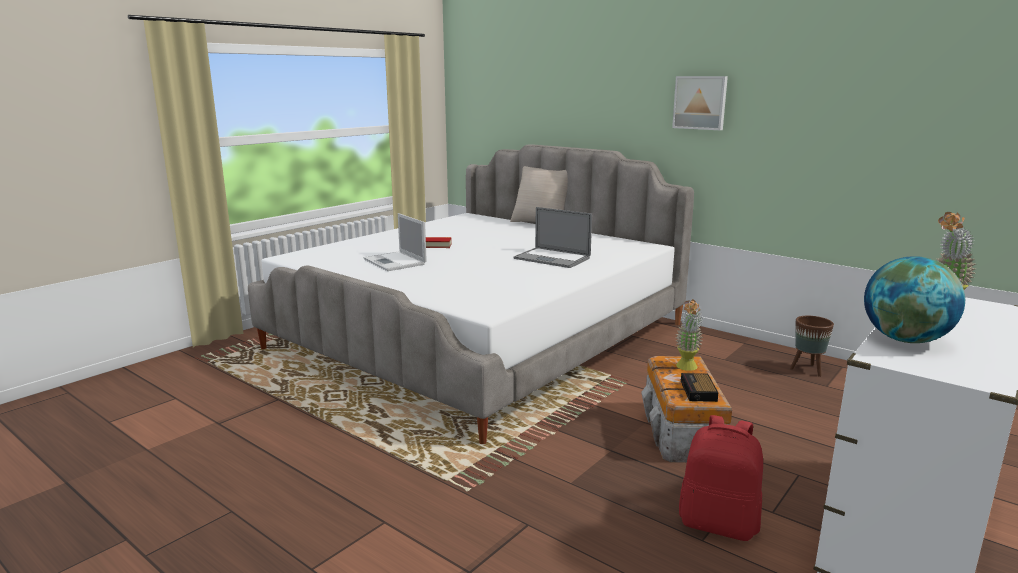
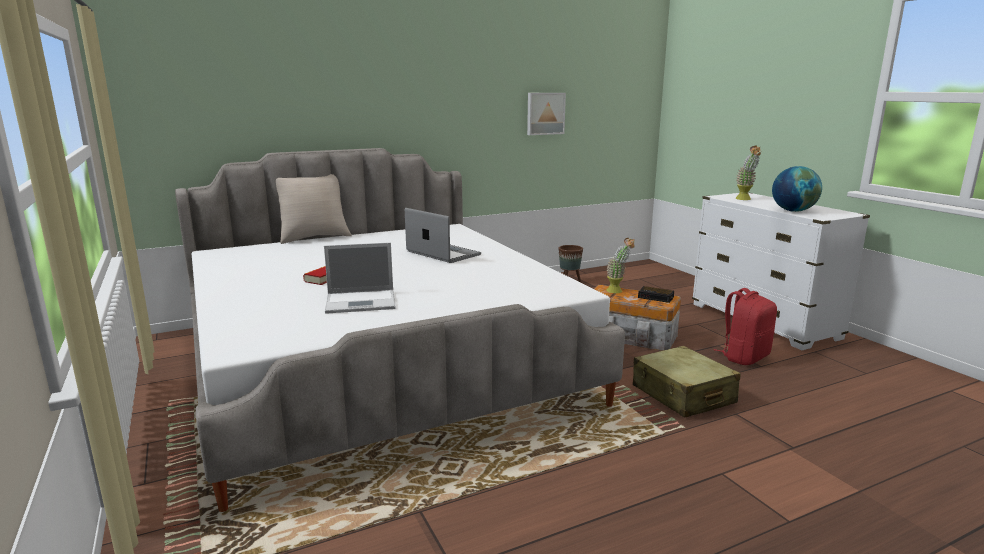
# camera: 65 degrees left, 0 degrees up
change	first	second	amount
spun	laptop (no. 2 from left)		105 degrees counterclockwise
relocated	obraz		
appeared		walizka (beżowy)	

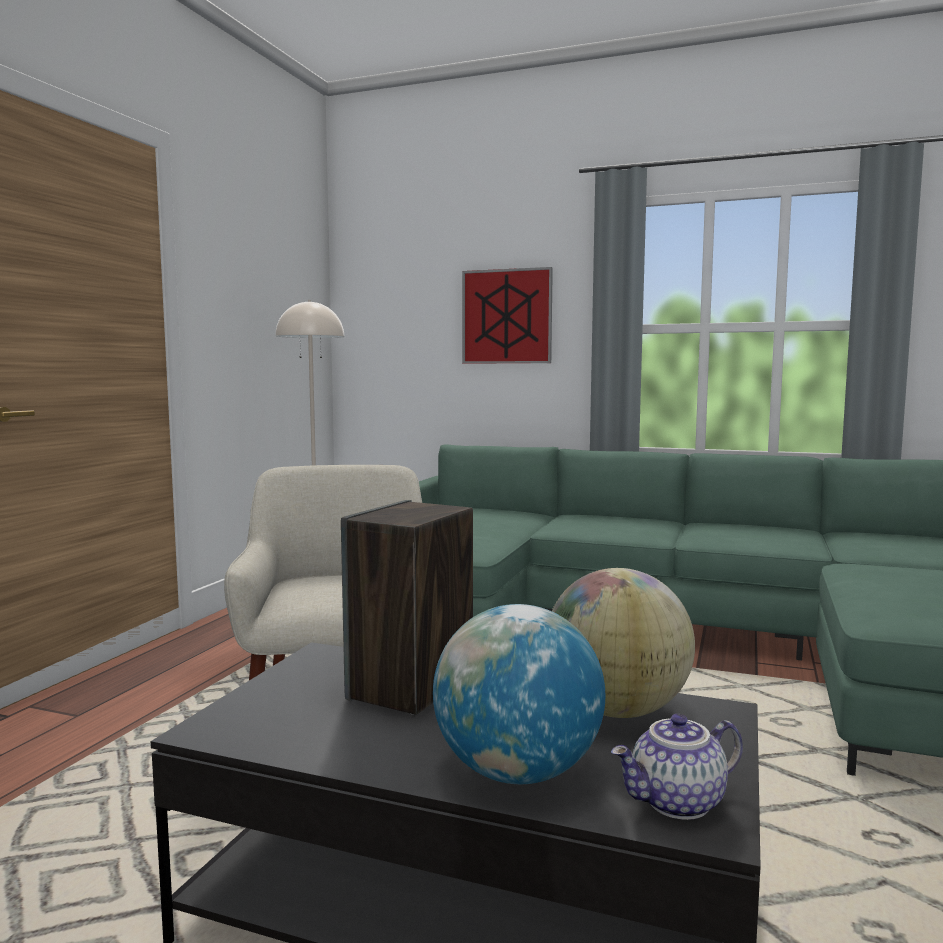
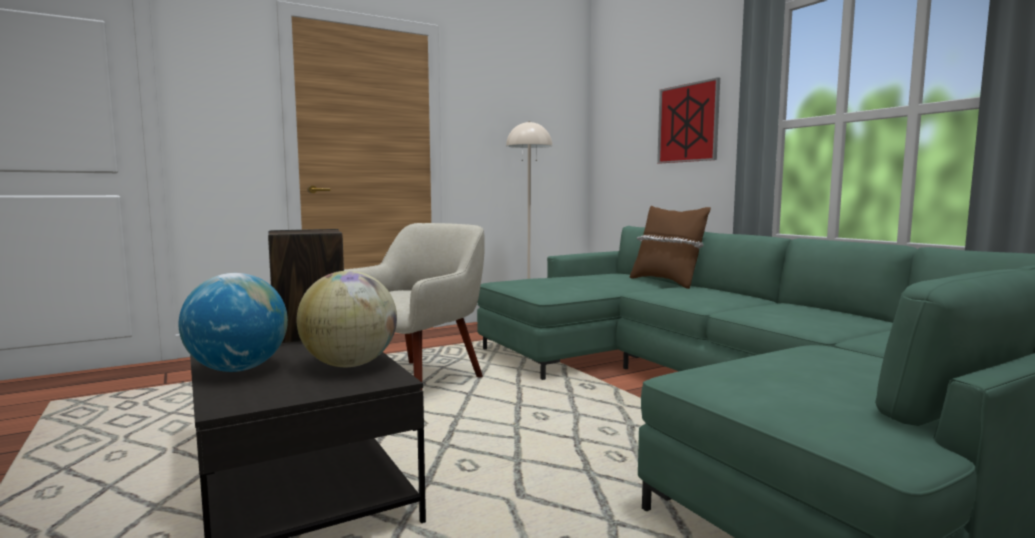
# camera: 40 degrees right, 0 degrees up
change	first	second	amount
missing	imbryk		
appeared		poduszka (brązowy)	

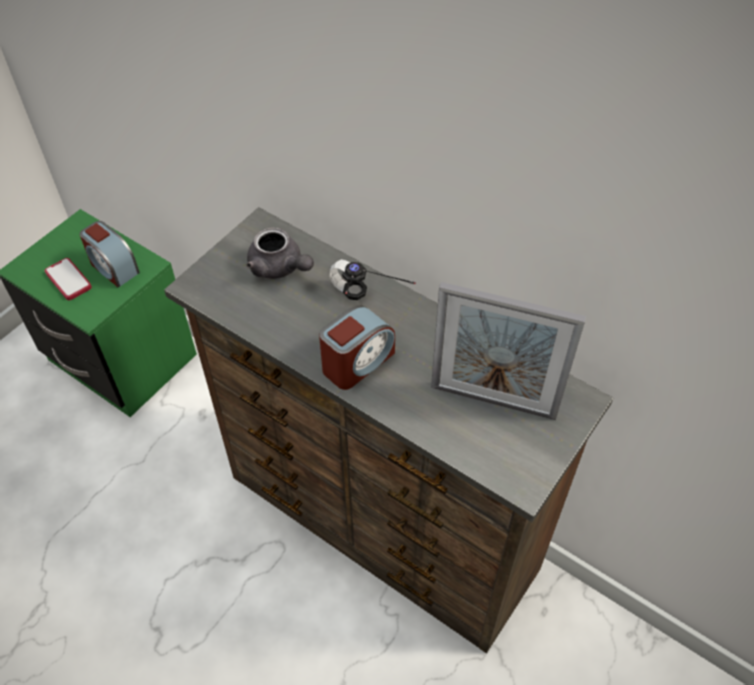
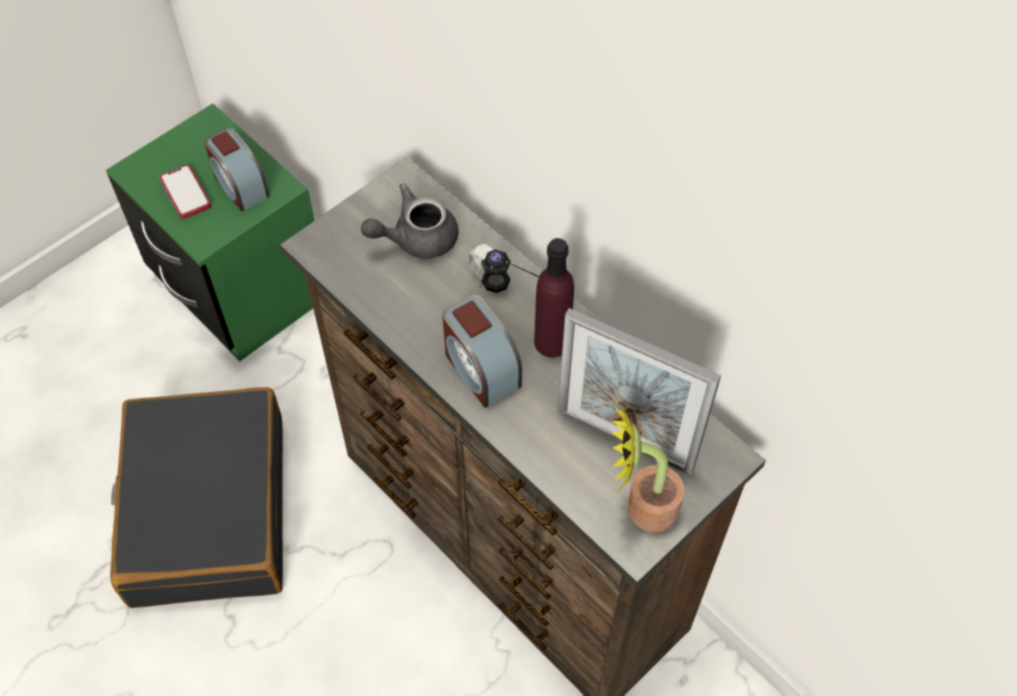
# camera: 10 degrees right, 5 degrees up
change	first	second	amount
spun	imbryk (szary)		105 degrees clockwise
spun	budzik (no. 2 from left)		90 degrees clockwise
appeared		walizka (czarny)	
appeared		butelka (fioletowy)	
appeared		roślina doniczkowa	

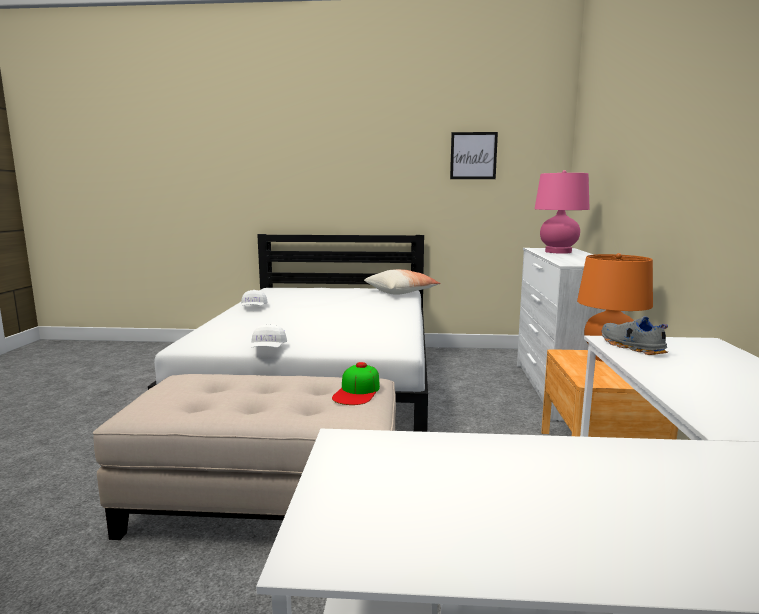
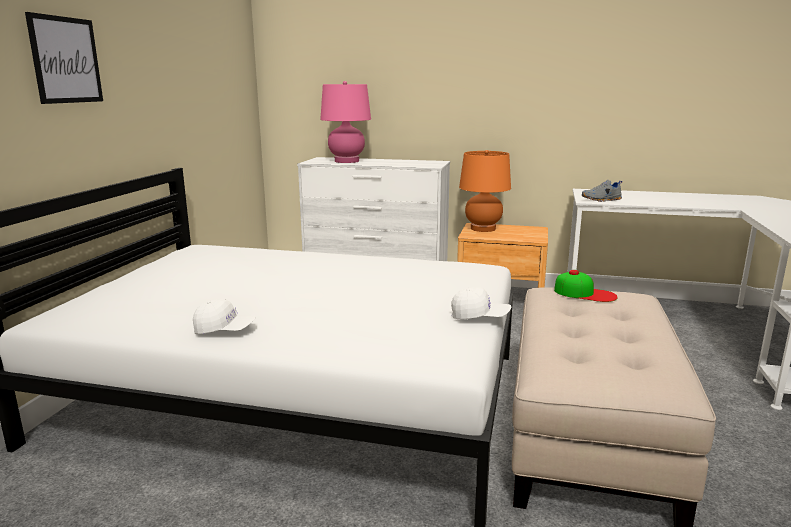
# camera: 80 degrees left, 5 degrees up
change	first	second	amount
missing	poduszka		
relocated	obraz		

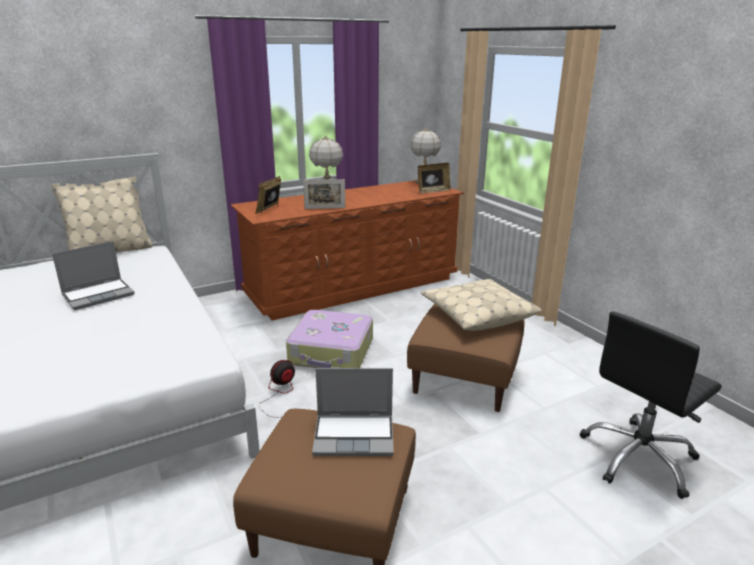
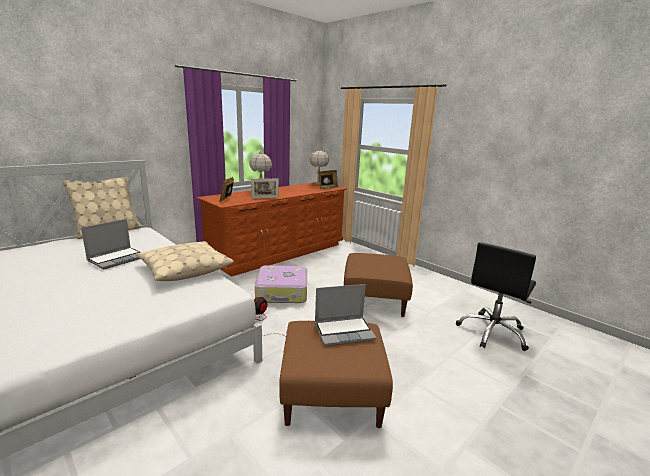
# camera: 15 degrees left, 5 degrees down
change	first	second	amount
relocated	poduszka (beżowy) (no. 2 from left)		

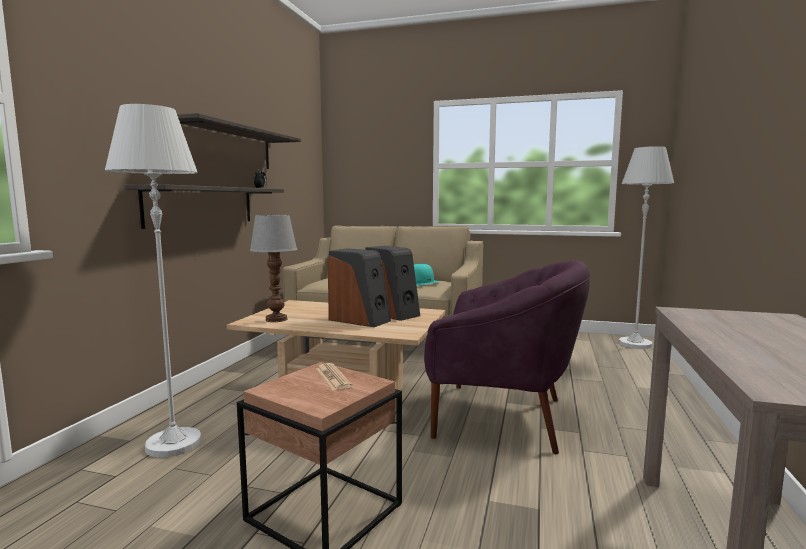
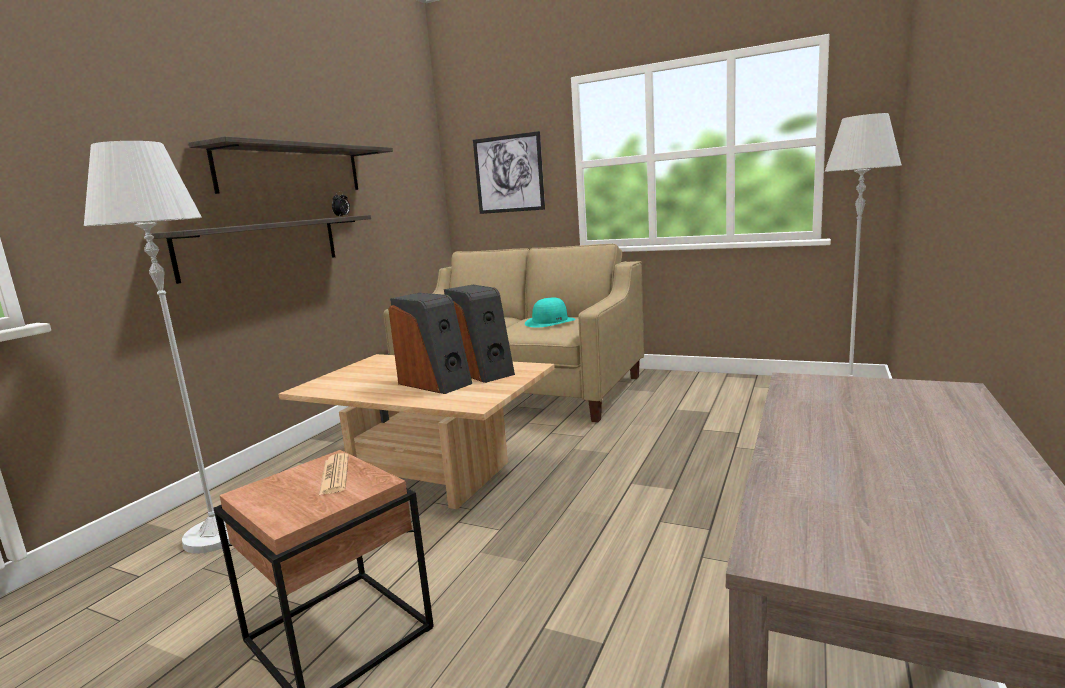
# camera: 10 degrees right, 5 degrees up
change	first	second	amount
missing	lampa stołowa		
missing	fotel (fioletowy)		
appeared		obraz	

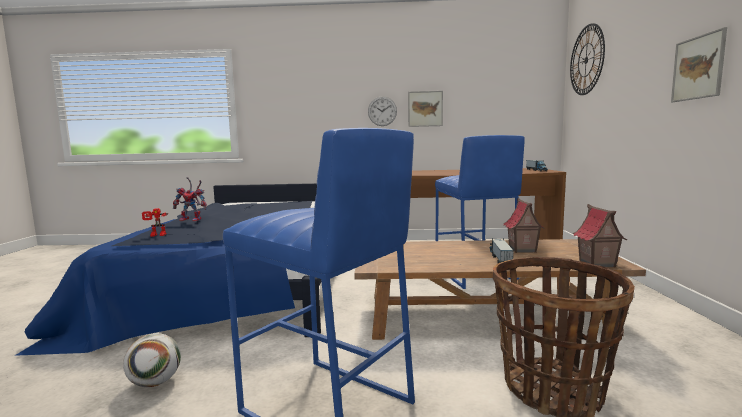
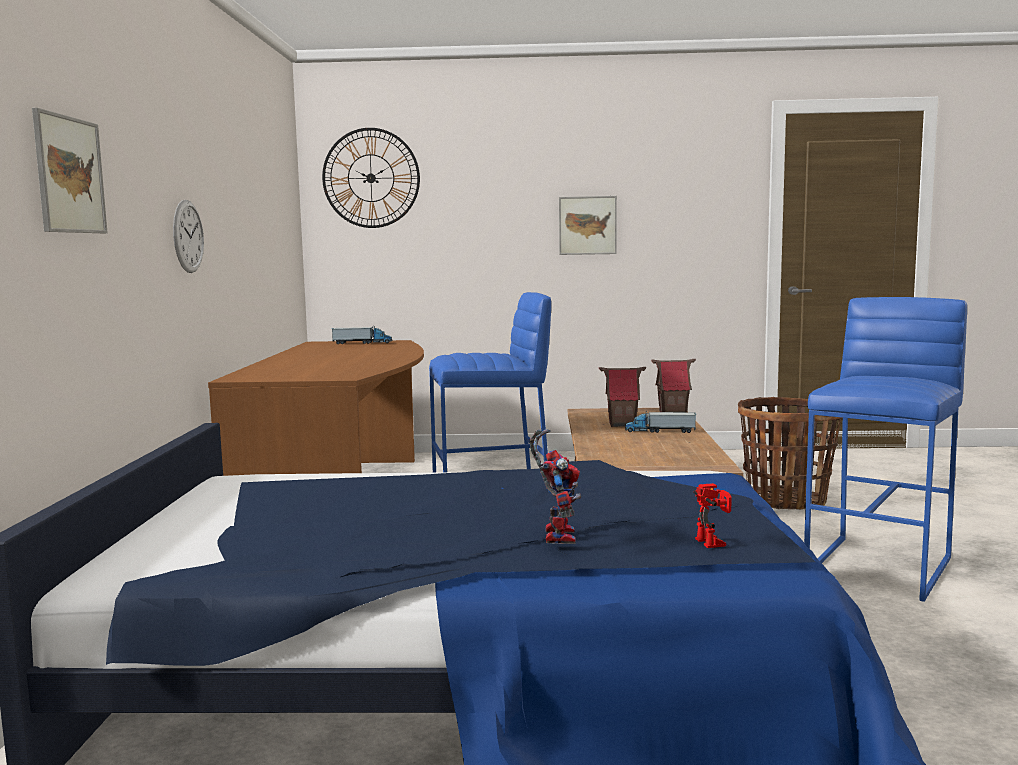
# camera: 90 degrees left, 0 degrees up
change	first	second	amount
missing	piłka futbolowa		
relocated	obraz (no. 1 from left)		

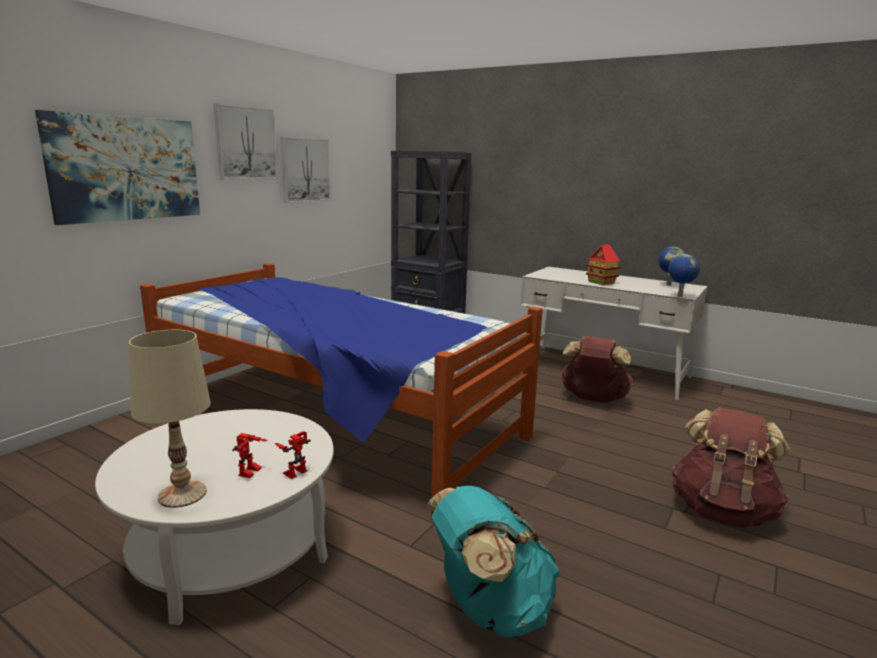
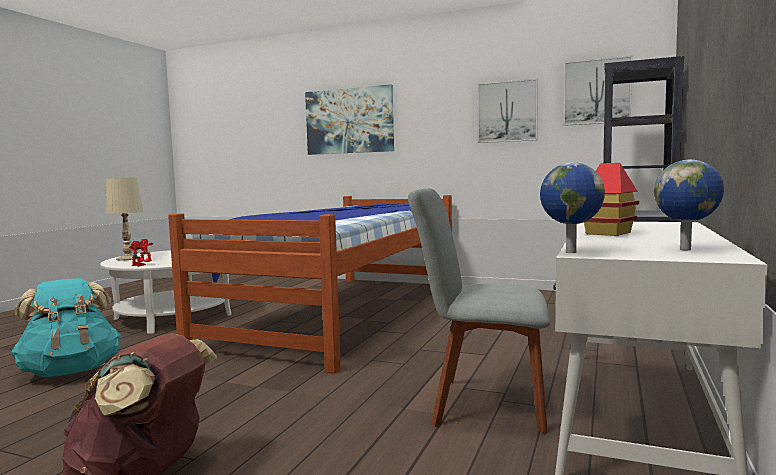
# camera: 80 degrees right, 10 degrees down
change	first	second	amount
relocated	obraz (no. 2 from left in the first image)	obraz (no. 3 from left)	
exchanged	plecak (brązowy) (no. 1 from left)	krzesło (szary)	

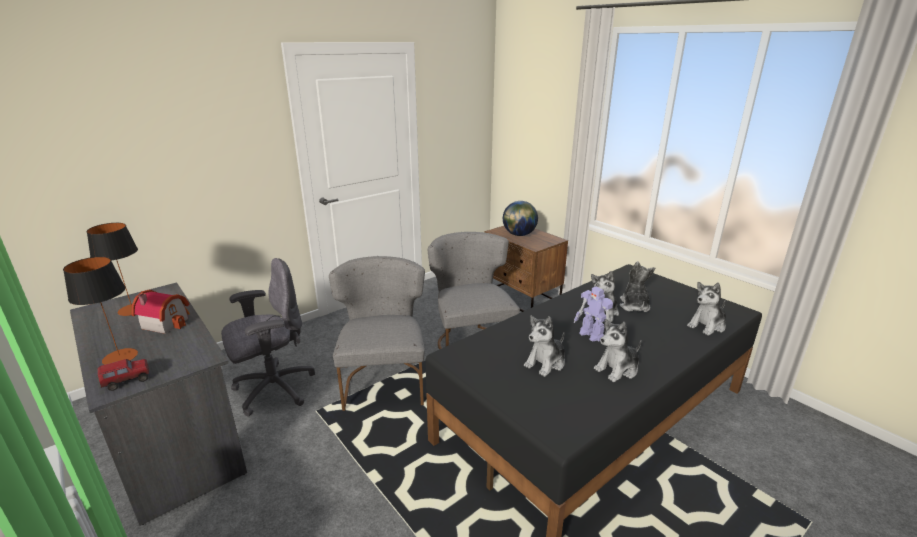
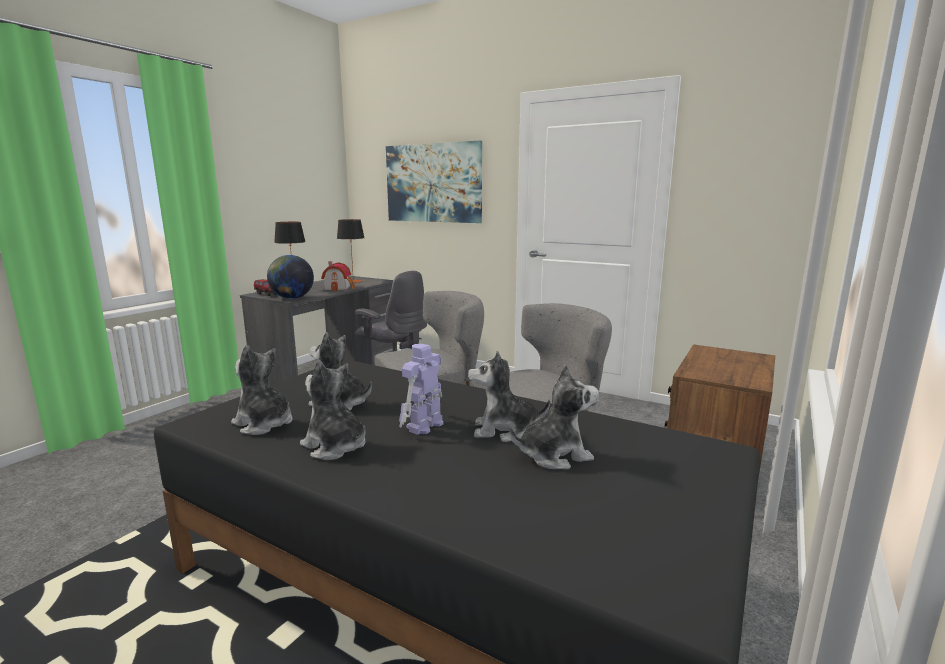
# camera: 70 degrees right, 10 degrees down
change	first	second	amount
relocated	globus		
relocated	pluszak (no. 5 from left in the first image)	pluszak (no. 1 from left)	
appeared		obraz	

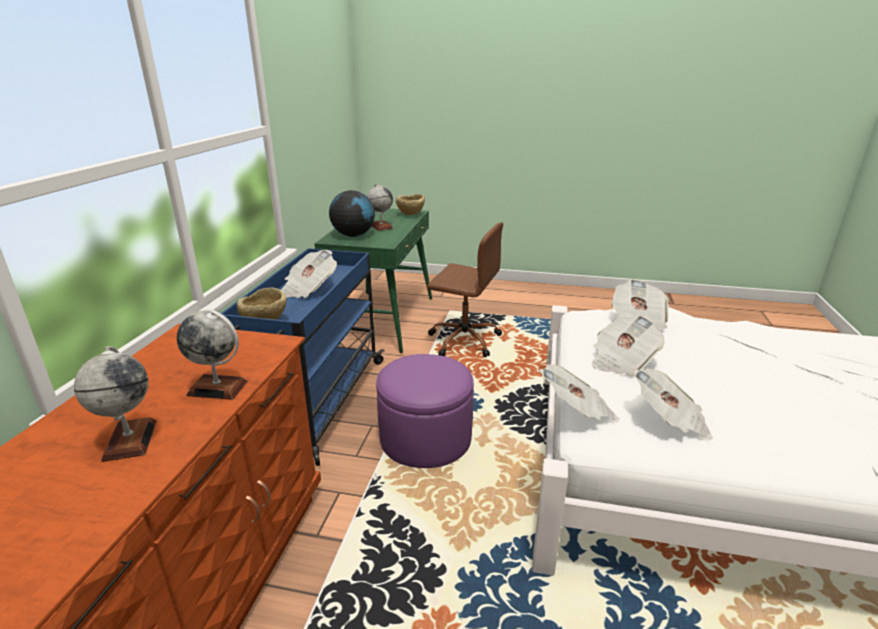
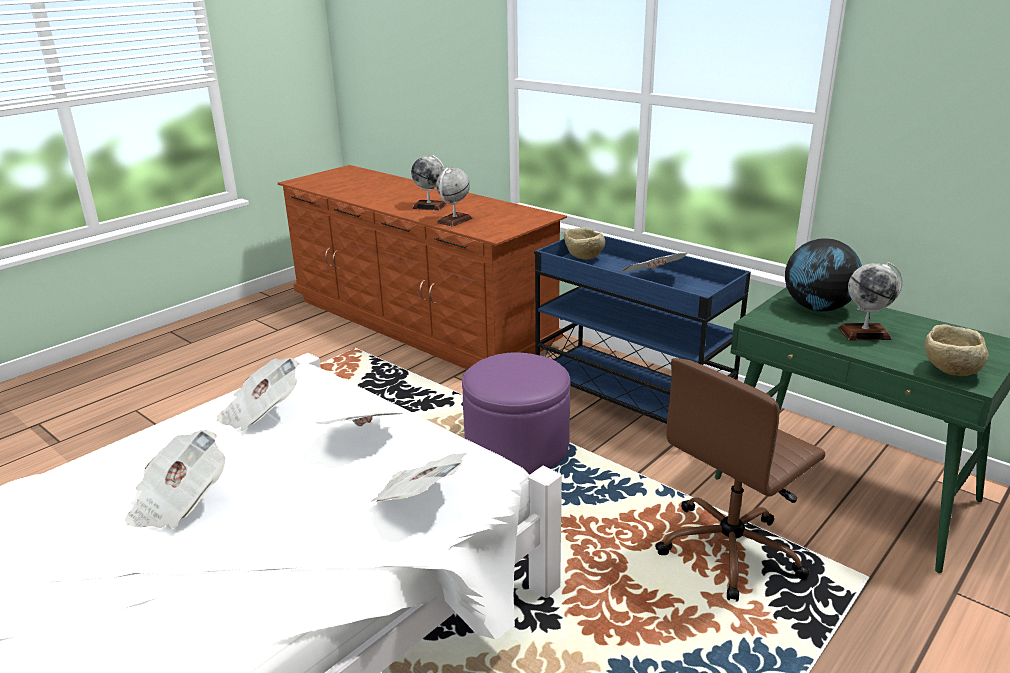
# camera: 120 degrees right, 0 degrees up
change	first	second	amount
relocated	gazeta (no. 2 from left in the first image)	gazeta (no. 1 from left)	

